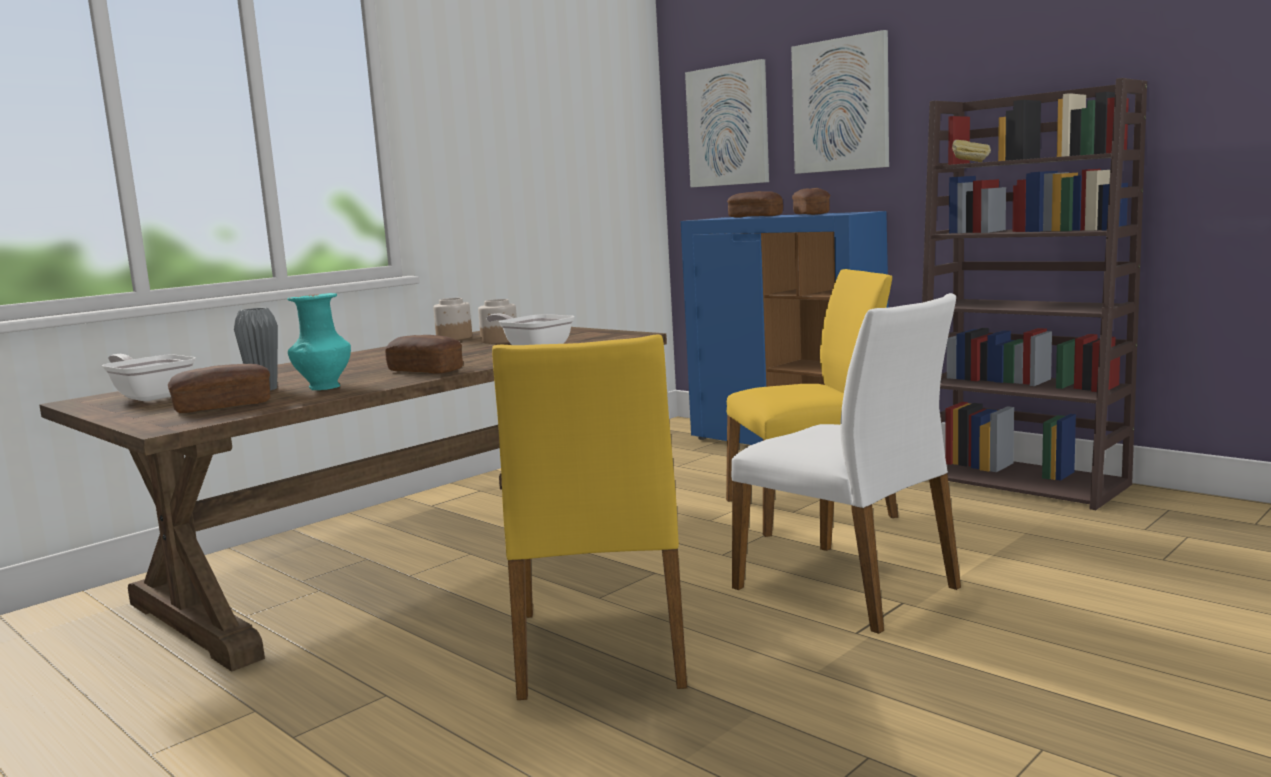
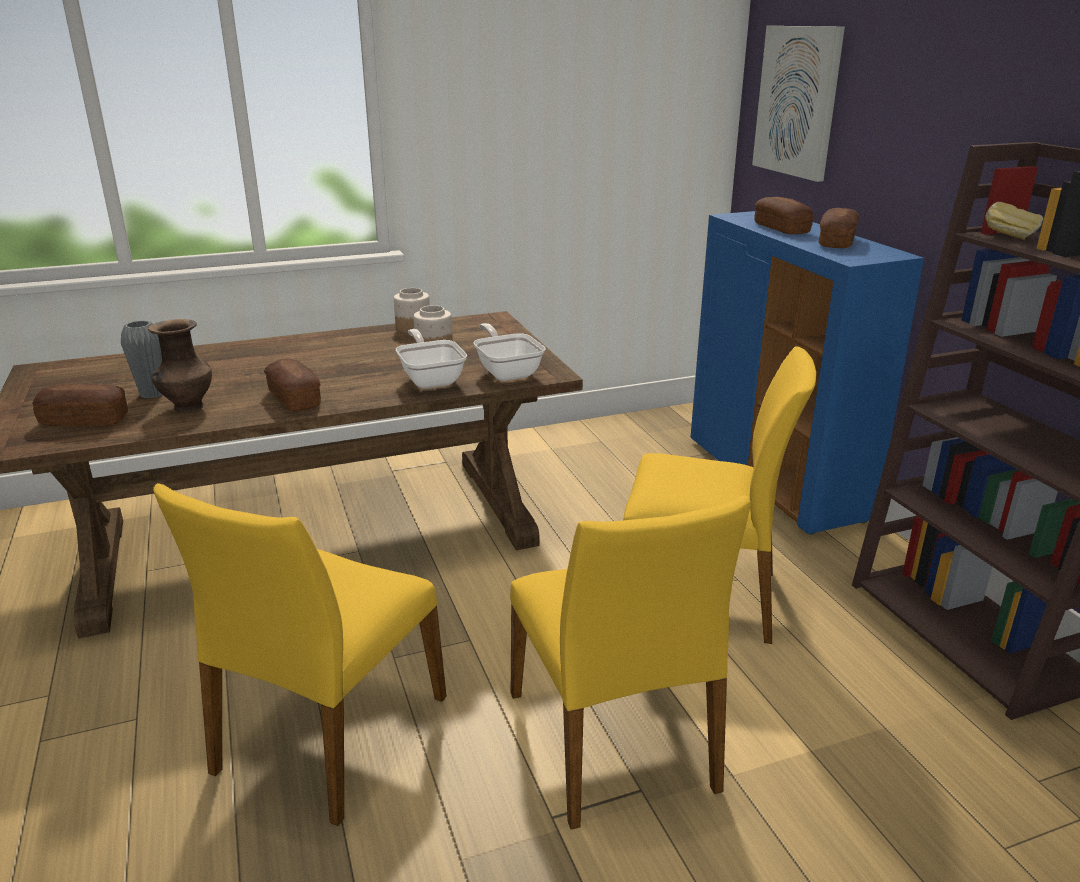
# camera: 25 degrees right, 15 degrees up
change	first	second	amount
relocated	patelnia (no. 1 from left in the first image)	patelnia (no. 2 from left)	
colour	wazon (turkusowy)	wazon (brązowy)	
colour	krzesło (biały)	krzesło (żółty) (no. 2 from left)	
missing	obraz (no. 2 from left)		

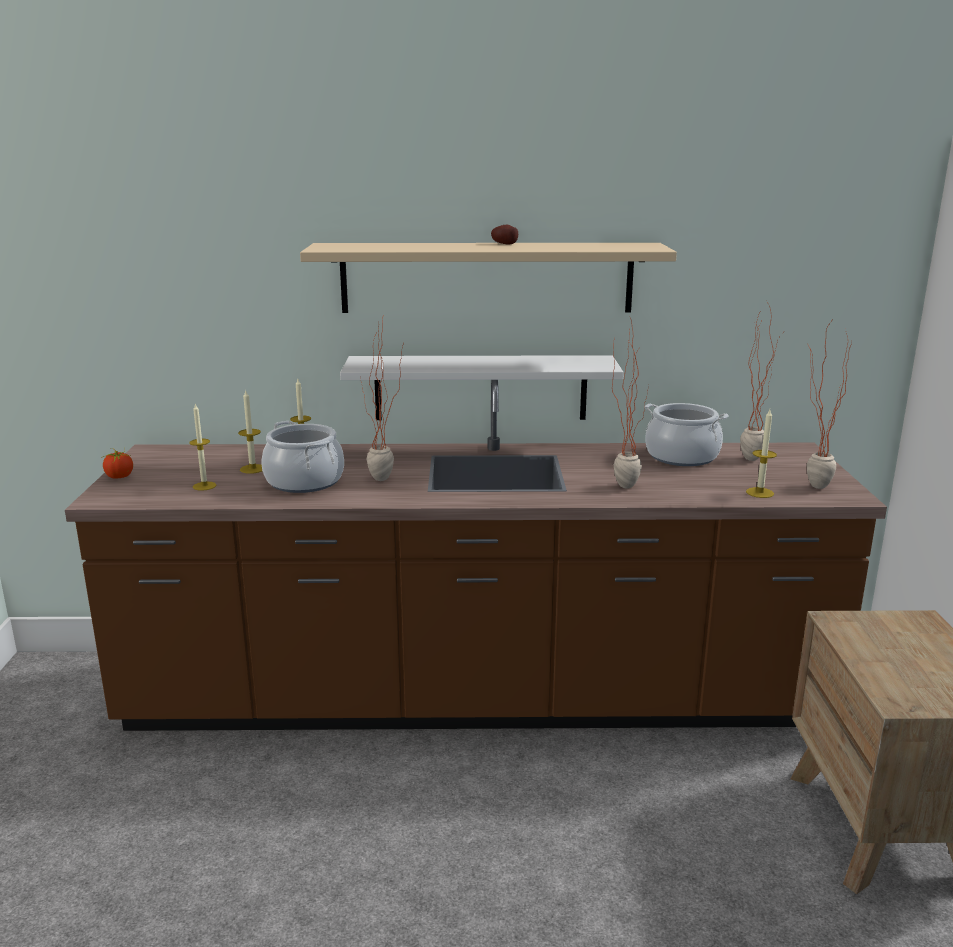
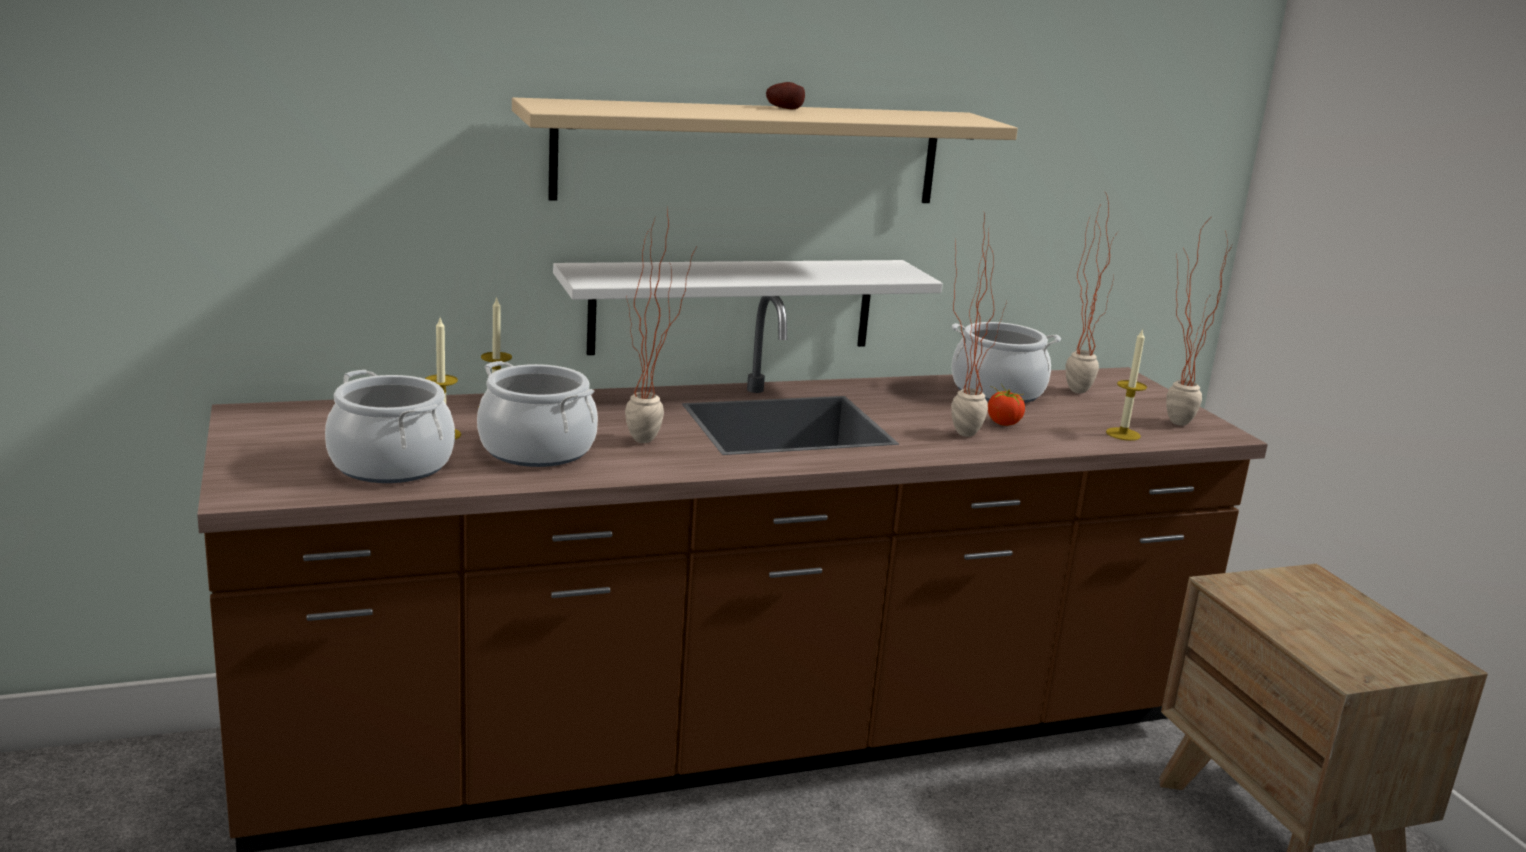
# camera: 20 degrees left, 0 degrees up
change	first	second	amount
relocated	pomidor		
exchanged	świeca (no. 1 from left)	garnek (no. 1 from left)	

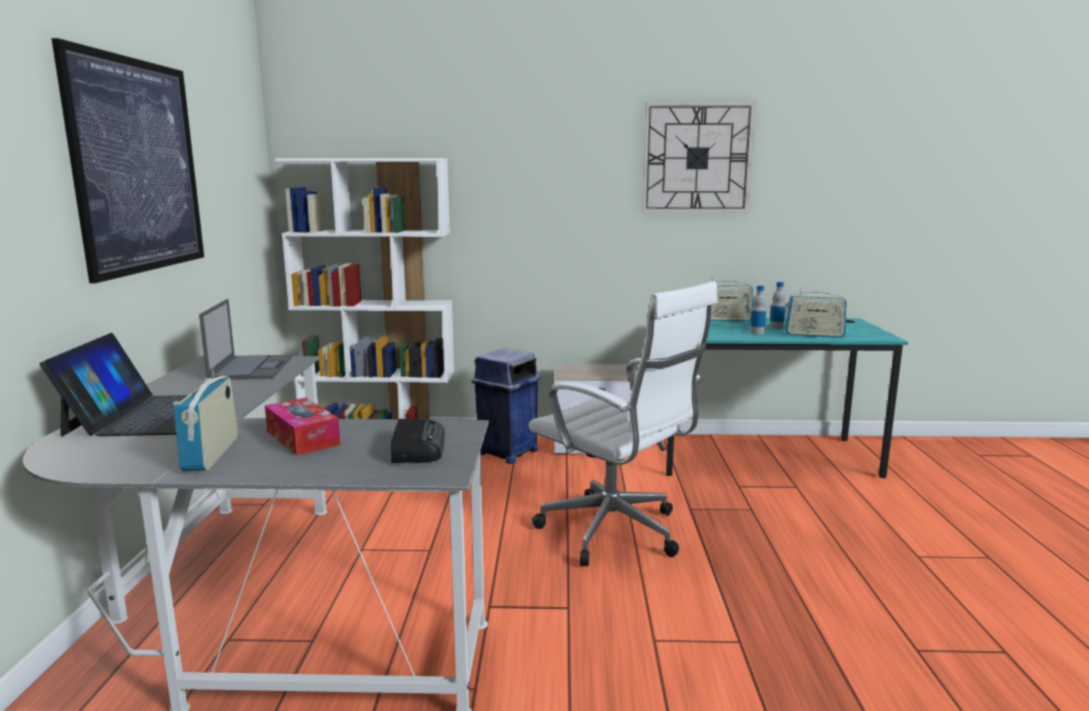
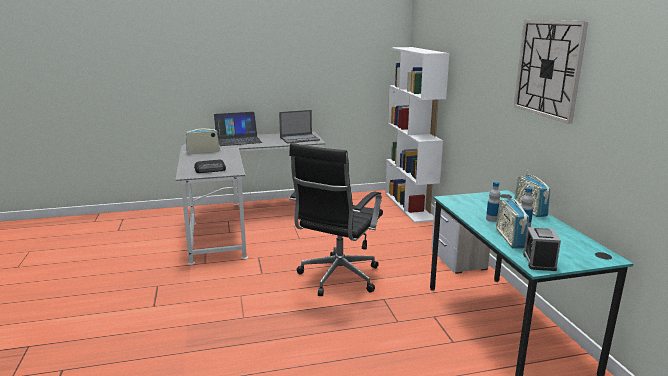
# camera: 75 degrees right, 5 degrees up
change	first	second	amount
missing	obraz		
missing	pudełko chusteczek		
missing	kosz na śmieci (niebieski)		
colour	krzesło biurowe (biały)	krzesło biurowe (czarny)	
appeared		budzik	

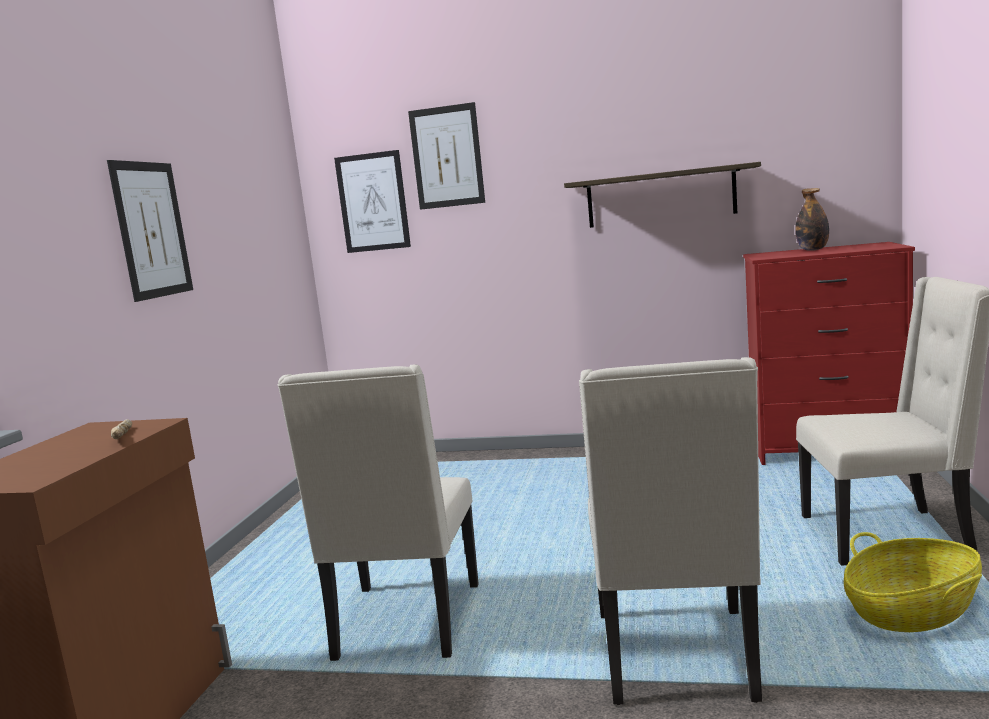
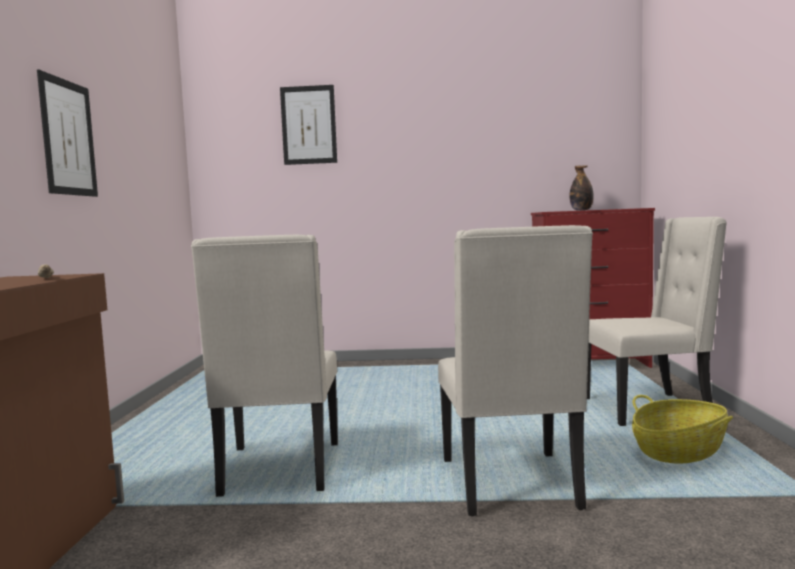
# camera: 10 degrees left, 5 degrees down
change	first	second	amount
missing	obraz (no. 2 from left)		
missing	półka		

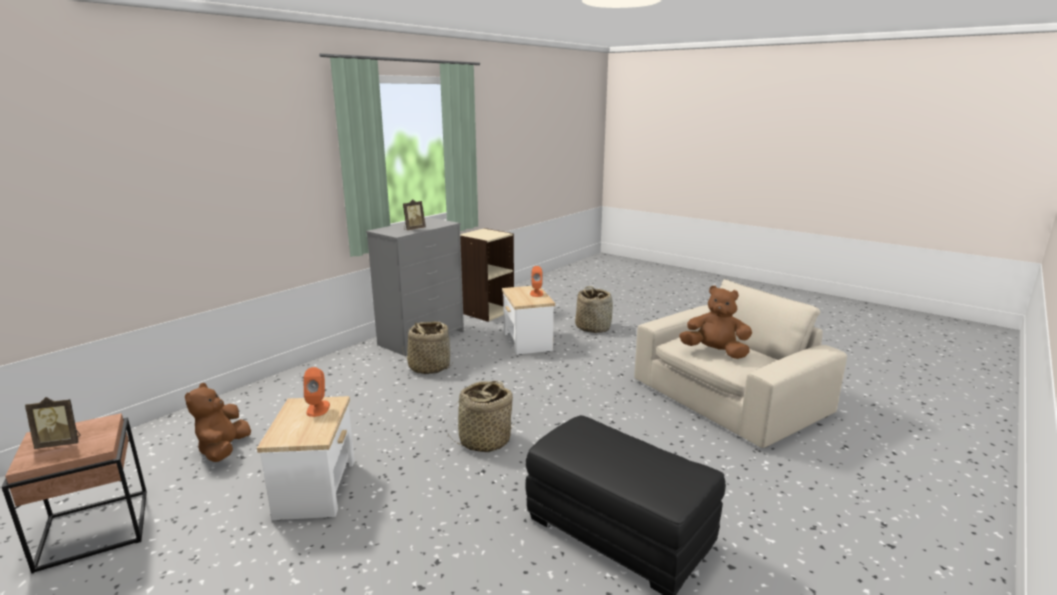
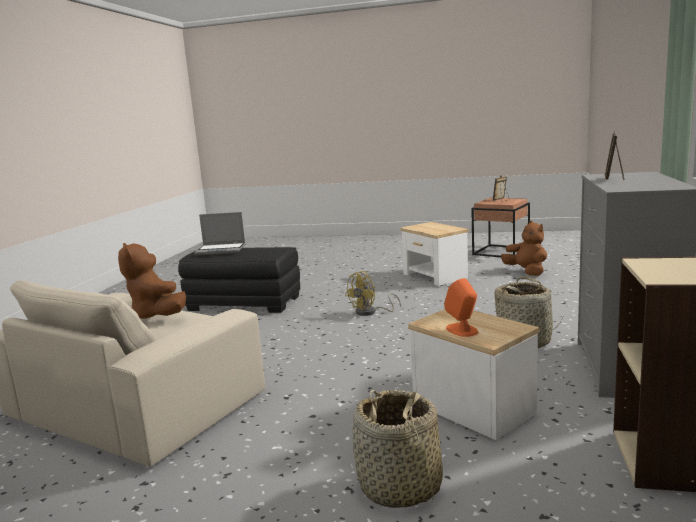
# camera: 155 degrees right, 5 degrees down
change	first	second	amount
missing	głośnik (pomarańczowy) (no. 1 from left)		
exchanged	koszyk (no. 2 from left)	wentylator (żółty)	
spun	pluszak (brązowy) (no. 2 from left in the first image)	pluszak (brązowy) (no. 1 from left)	60 degrees clockwise
appeared		laptop	

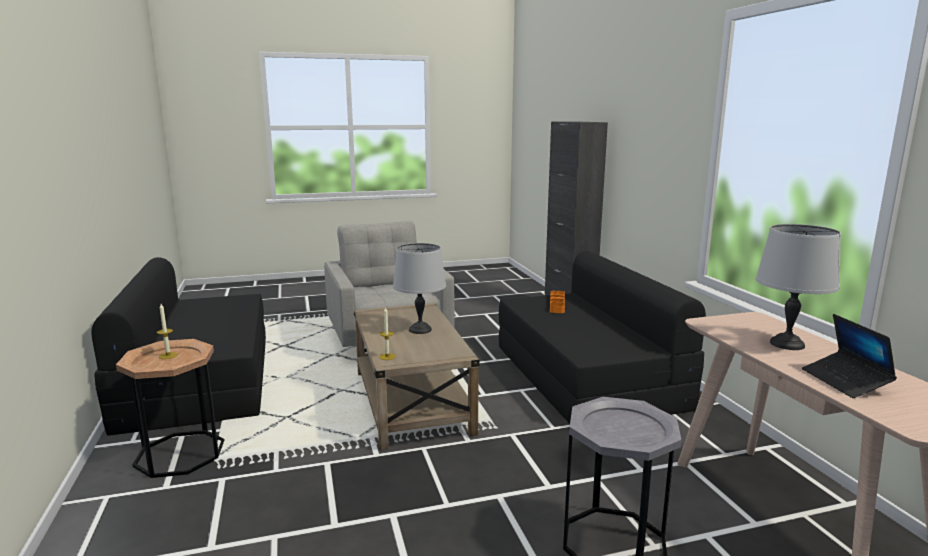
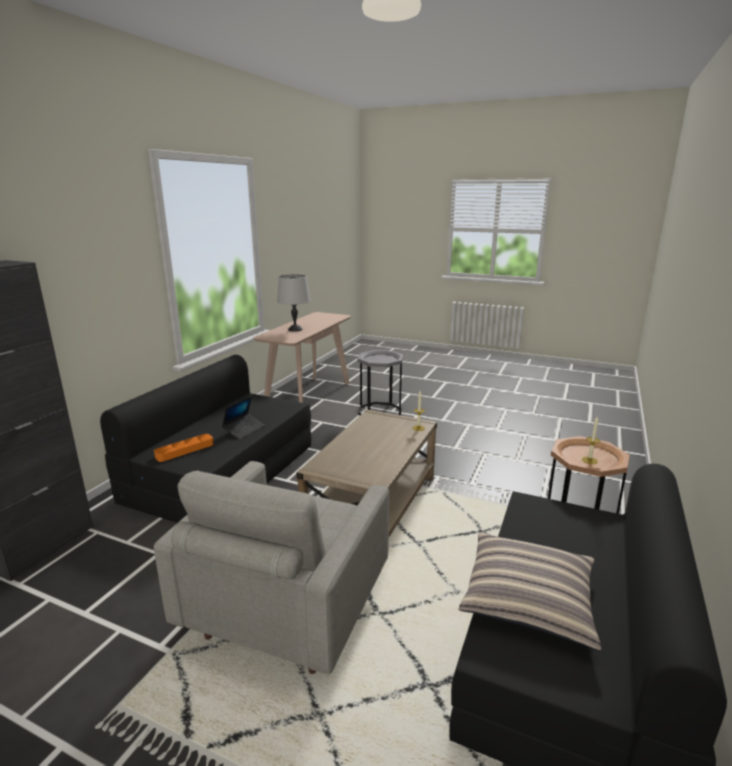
# camera: 140 degrees left, 5 degrees up
change	first	second	amount
missing	lampa stołowa (szary) (no. 1 from left)		
relocated	laptop		
appeared		poduszka	

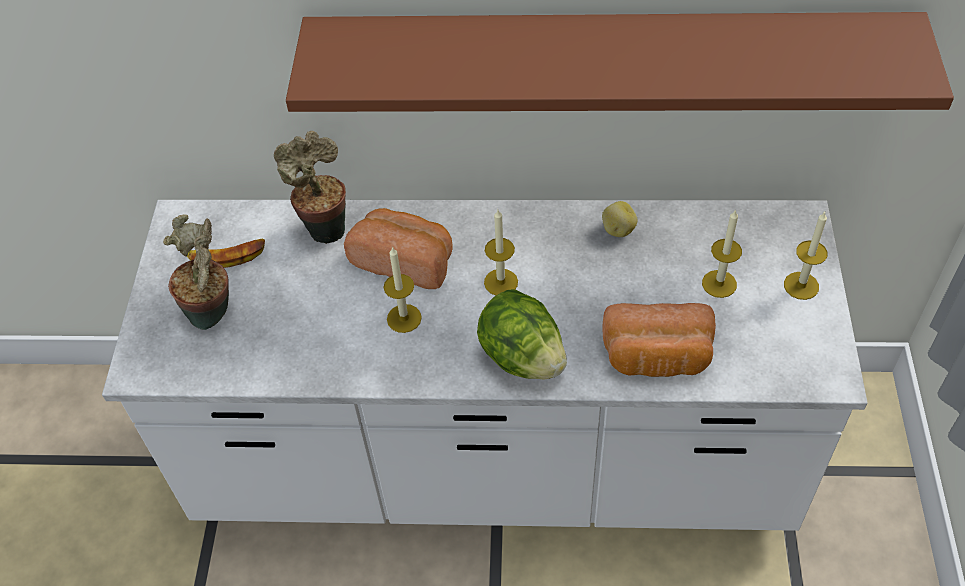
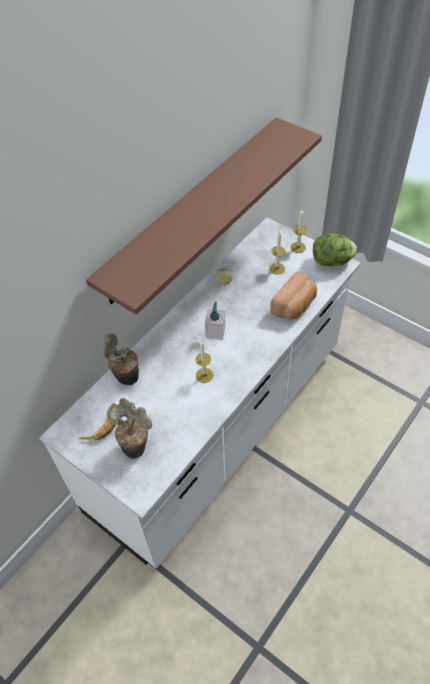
# camera: 55 degrees left, 0 degrees up
change	first	second	amount
missing	chleb (no. 1 from left)		
relocated	sałata		
exchanged	świeca (no. 2 from left)	dozownik mydła	

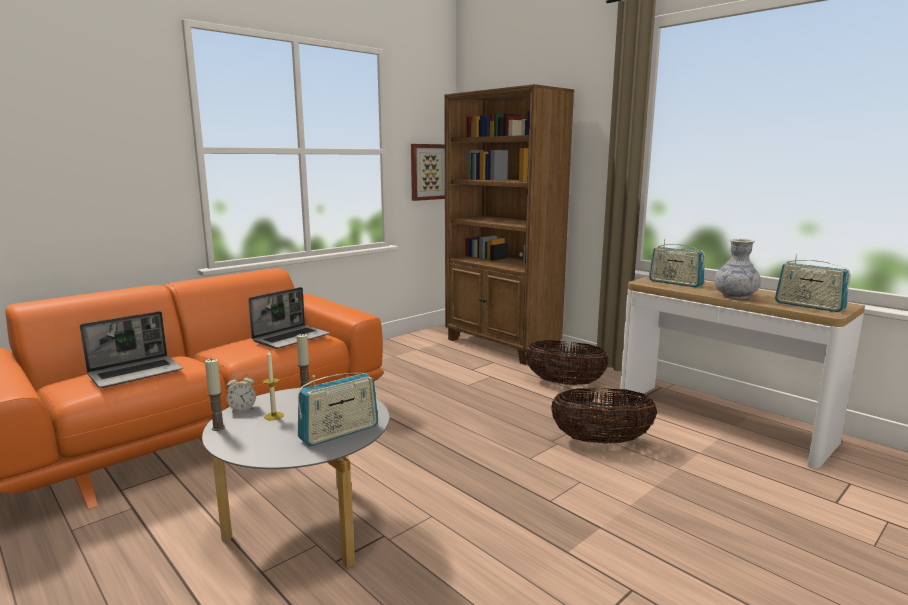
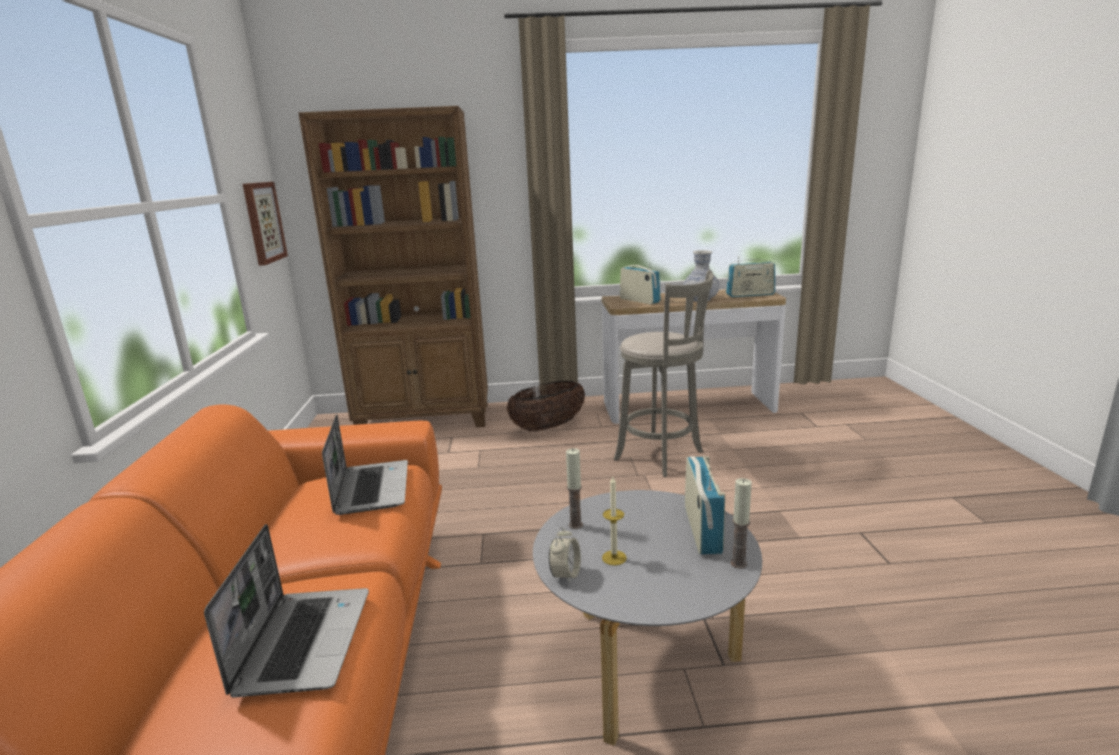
# camera: 50 degrees left, 5 degrees up
change	first	second	amount
relocated	świeca (no. 1 from left in the first image)	świeca (no. 3 from left)	
exchanged	koszyk (no. 2 from left)	stołek (szary)	
spun	radio (no. 2 from left in the first image)	radio (no. 1 from left)	120 degrees counterclockwise

